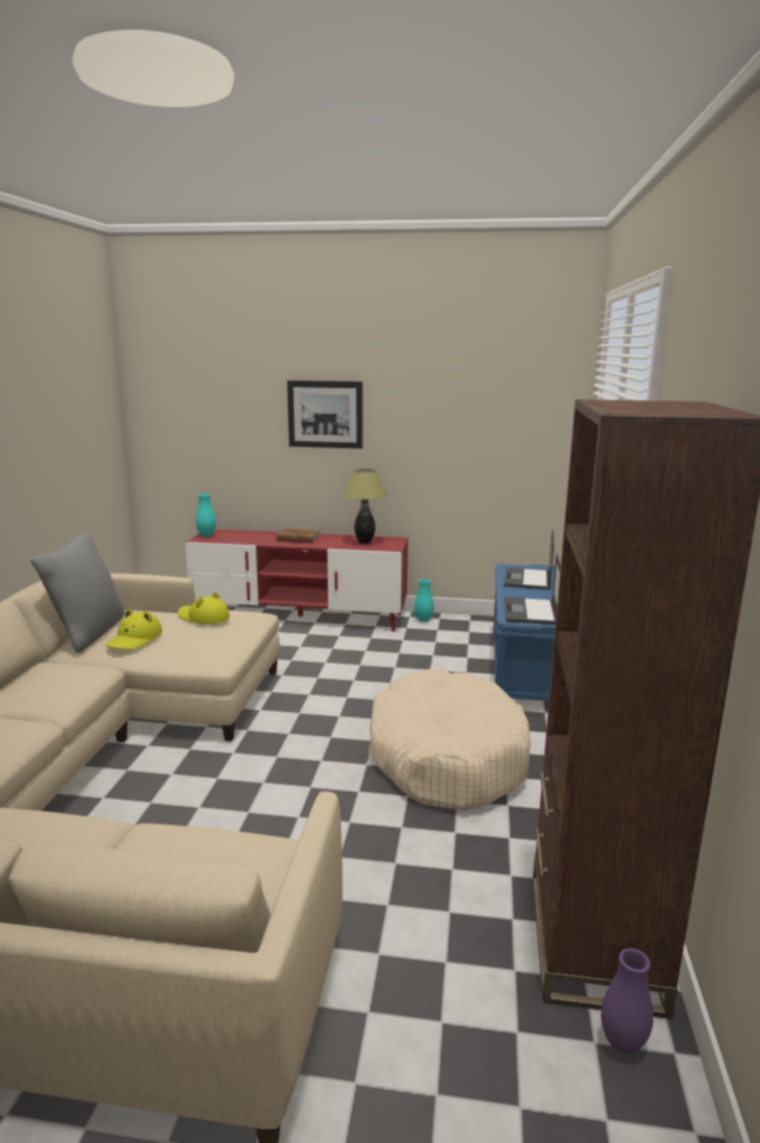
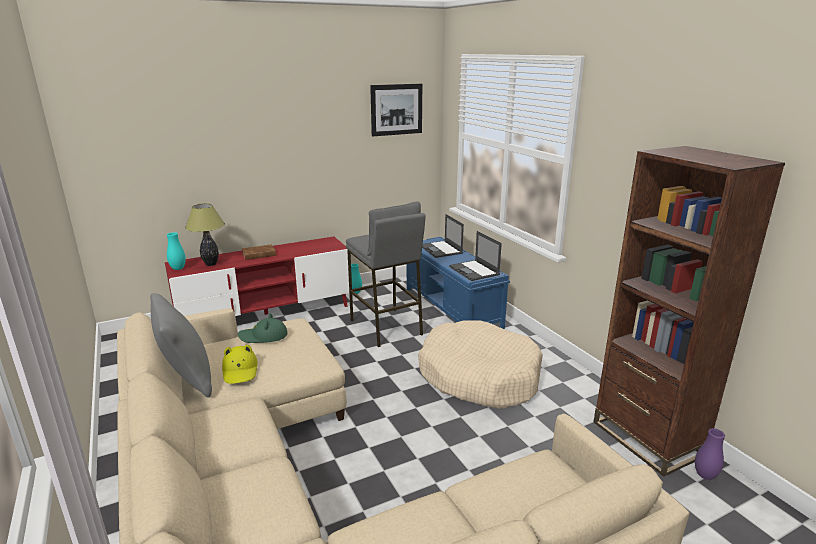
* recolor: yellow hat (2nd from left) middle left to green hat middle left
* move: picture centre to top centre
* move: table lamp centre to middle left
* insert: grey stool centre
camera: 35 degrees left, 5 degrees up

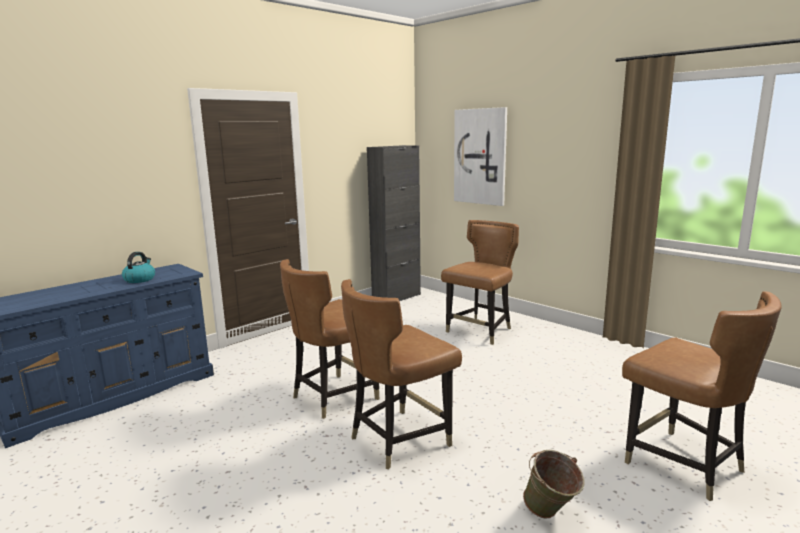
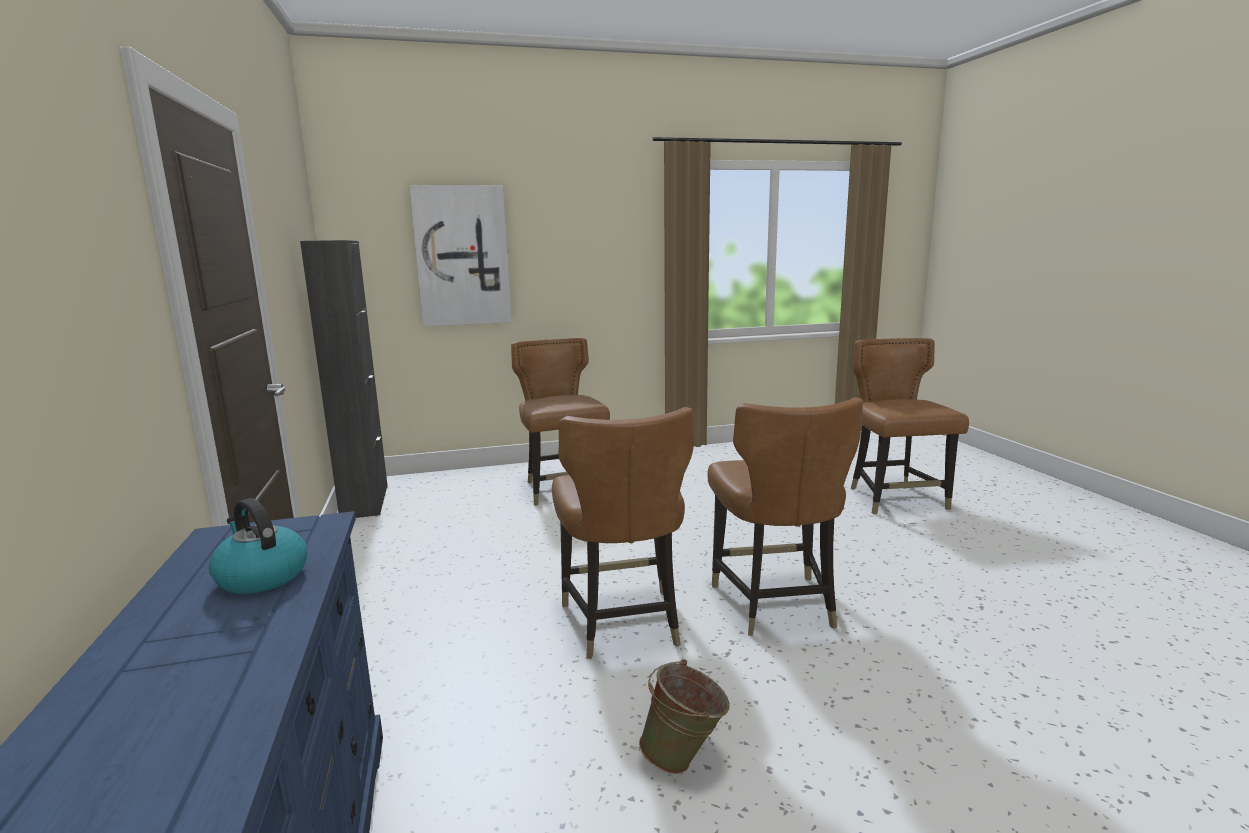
* move: green bucket bottom right to bottom centre
* rotate: brown chair (4th from left) bottom right = middle right 90 degrees counterclockwise
camera: 60 degrees left, 0 degrees up

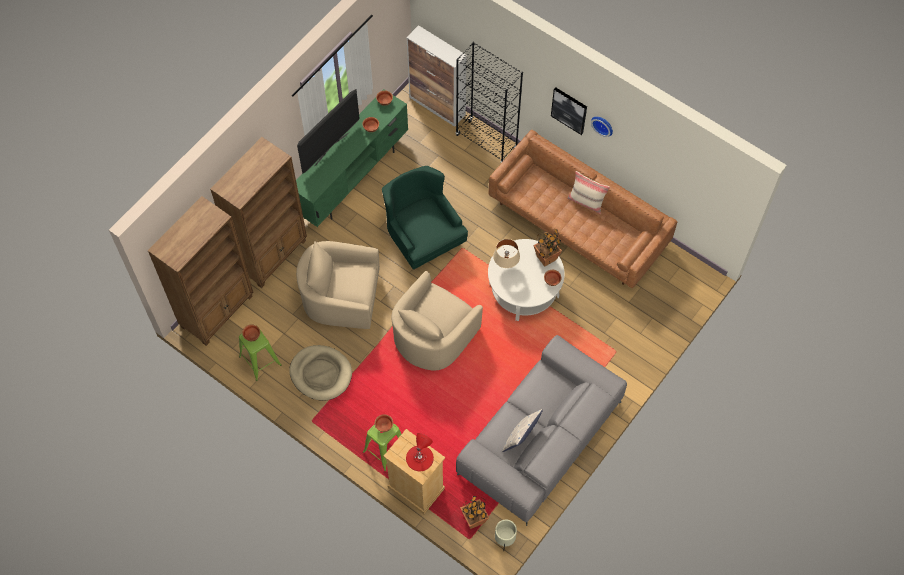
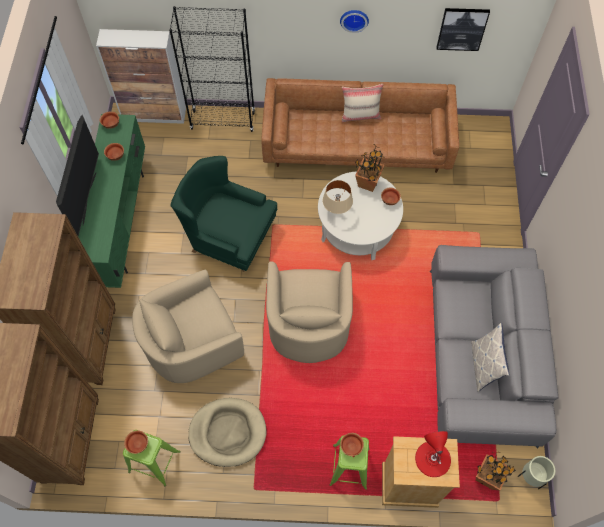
* move: picture top centre to top right
camera: 35 degrees left, 0 degrees up

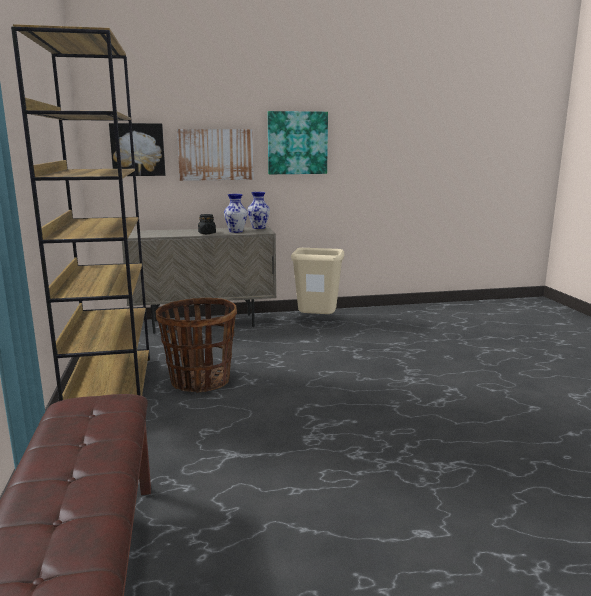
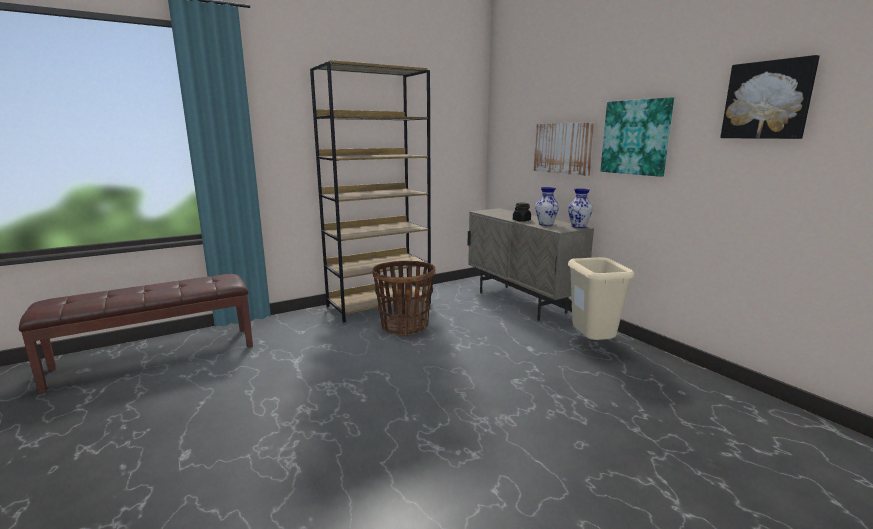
* move: picture (1st from left in the first image) top left to picture (3rd from left) top right
camera: 70 degrees right, 0 degrees up

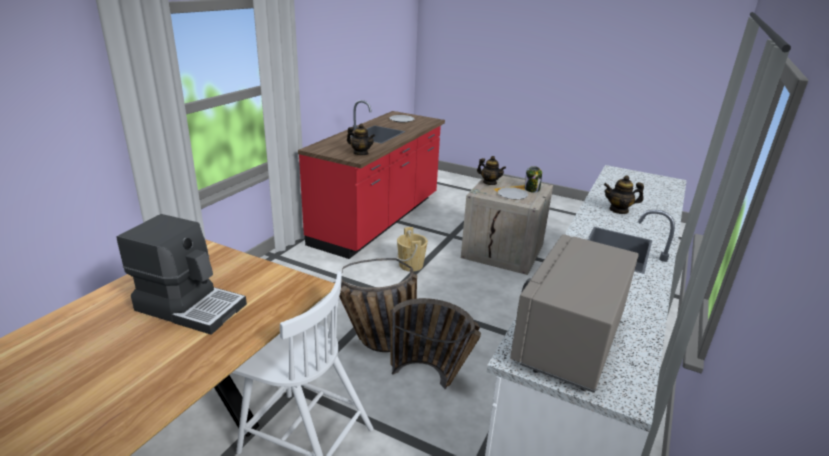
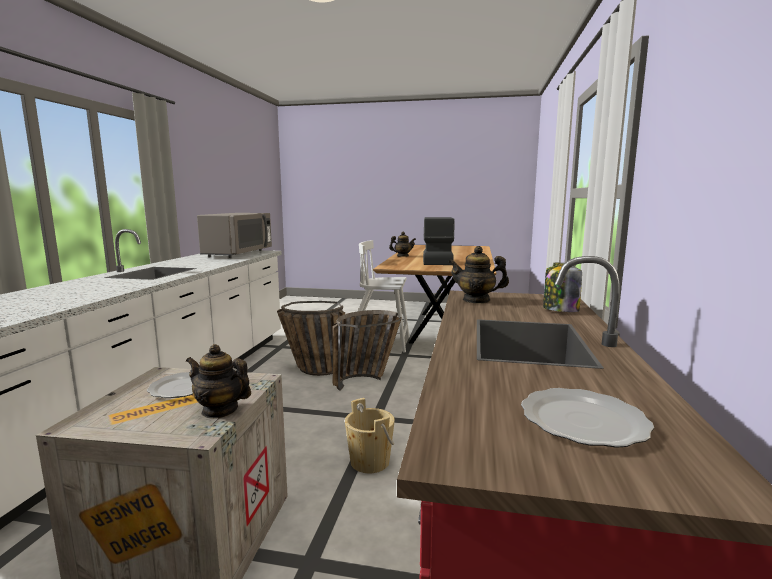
* rotate: coffee machine middle left = centre 90 degrees clockwise
* move: jar centre to middle right
* move: teapot (3rd from left in the first image) middle right to teapot (2nd from left) centre
camera: 165 degrees right, 15 degrees down

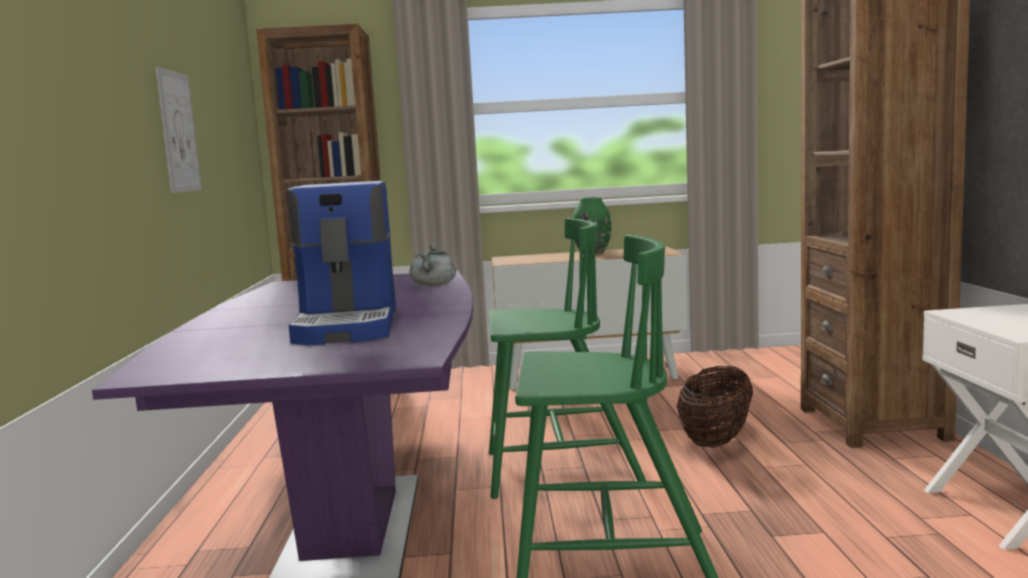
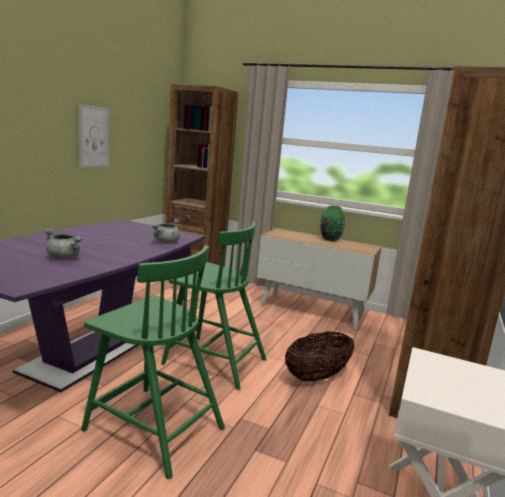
* replace: coffee machine middle left to grey cooking pot (1st from left) middle left
camera: 25 degrees right, 5 degrees up

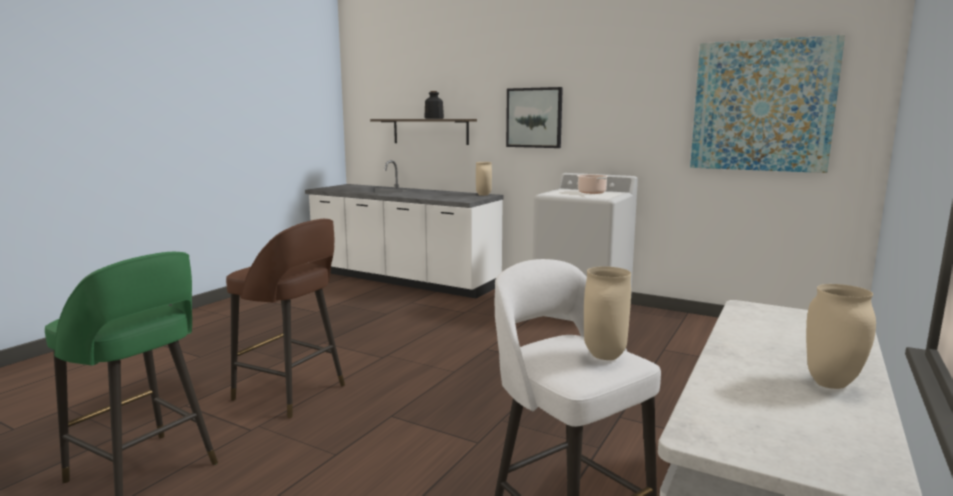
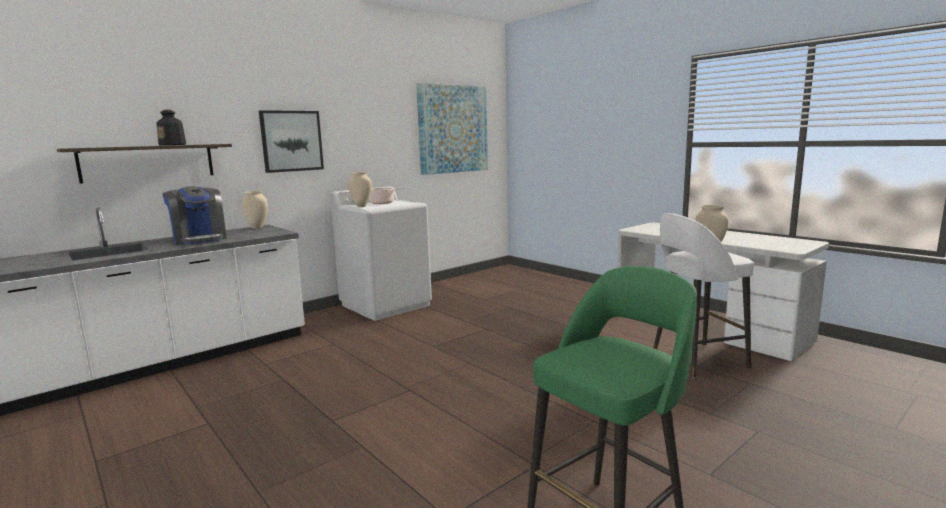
* delete: brown stool middle left
* move: beige vase (3rd from left in the first image) bottom right to beige vase (2nd from left) centre
* insert: coffee machine middle left
camera: 70 degrees left, 0 degrees up

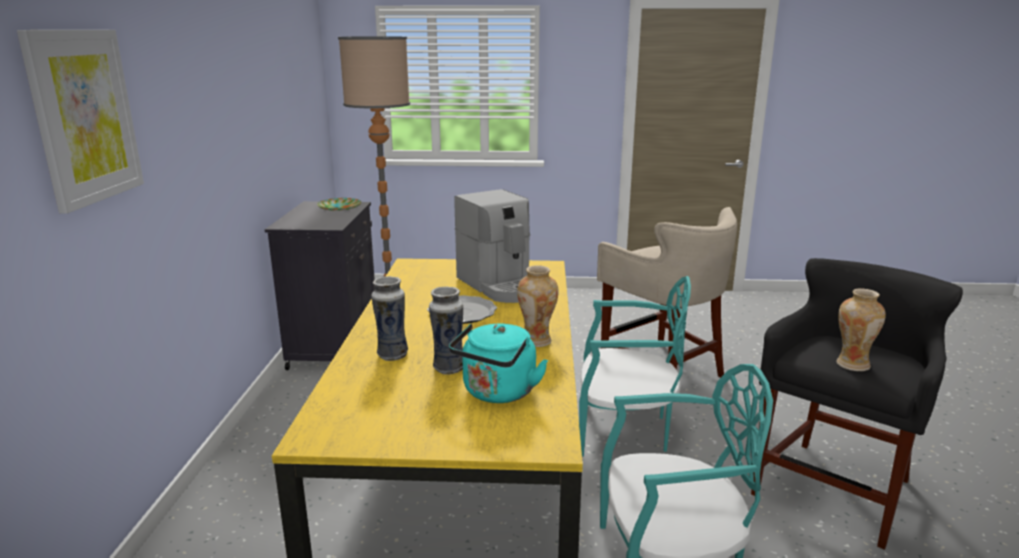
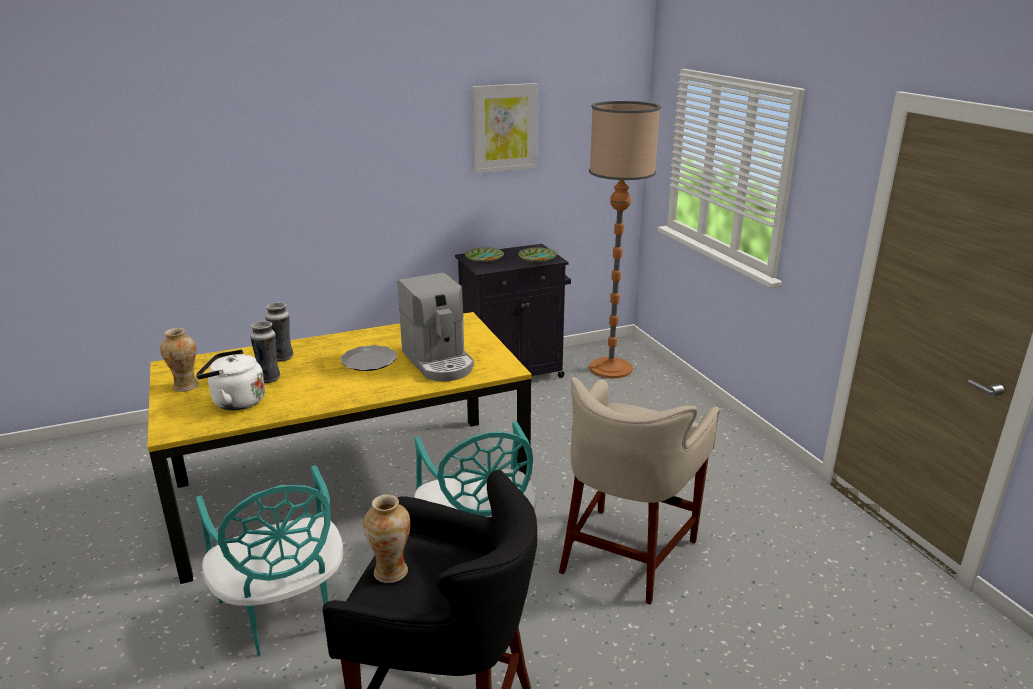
* move: picture top left to top centre
* recolor: turquoise kettle centre to white kettle middle left
* rotate: coffee machine centre = centre 60 degrees counterclockwise
* move: vase (3rd from left in the first image) centre to vase (1st from left) middle left
* insert: plate (2nd from left) centre
camera: 65 degrees right, 5 degrees up

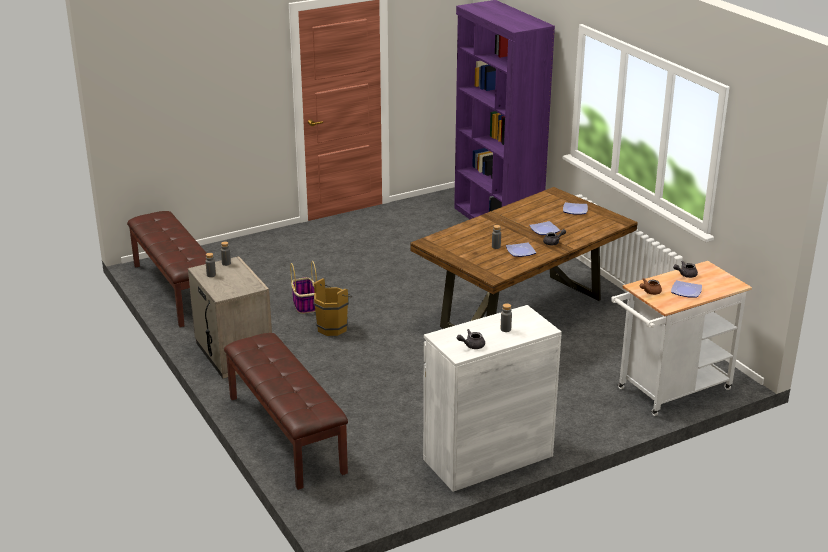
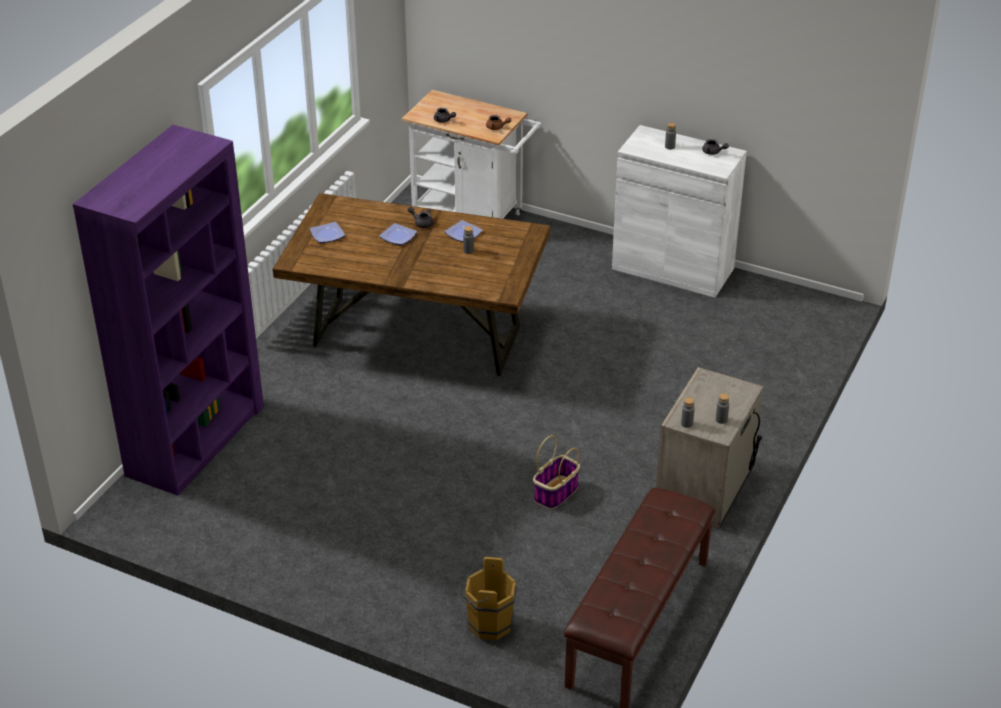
* delete: brown bench (2nd from left) bottom centre
* move: brown bucket centre to bottom centre
* delete: plate (4th from left) middle right
camera: 125 degrees left, 10 degrees up

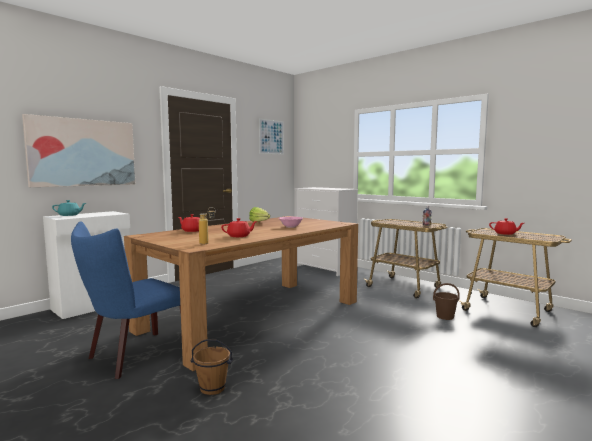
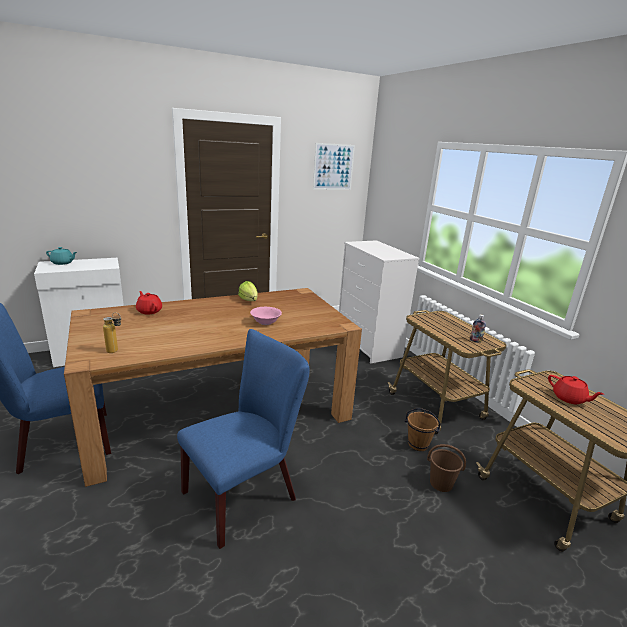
* delete: picture (1st from left) middle left
* move: brown bucket (1st from left) bottom centre to bottom right
* delete: red teapot (2nd from left) centre
* insert: blue chair (2nd from left) bottom centre
camera: 20 degrees right, 15 degrees up

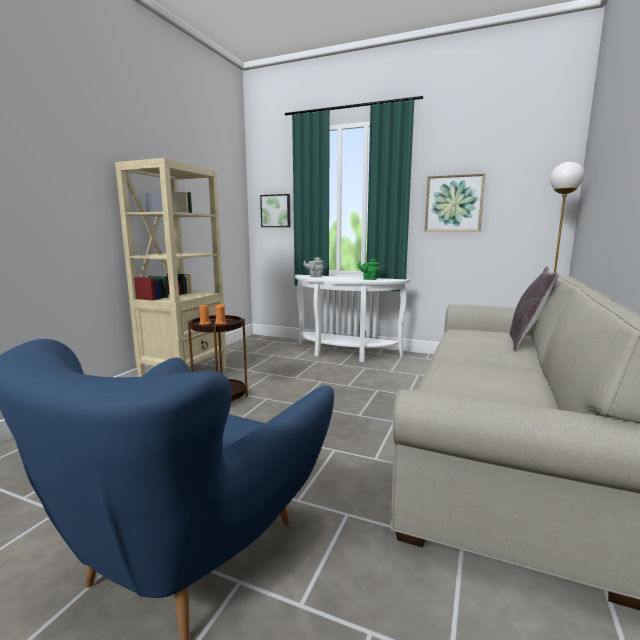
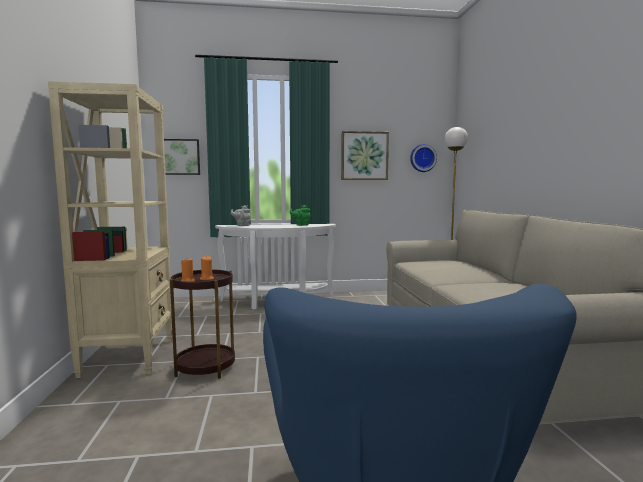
* delete: grey pillow middle right
* insert: wall clock top centre
camera: 30 degrees left, 5 degrees down

